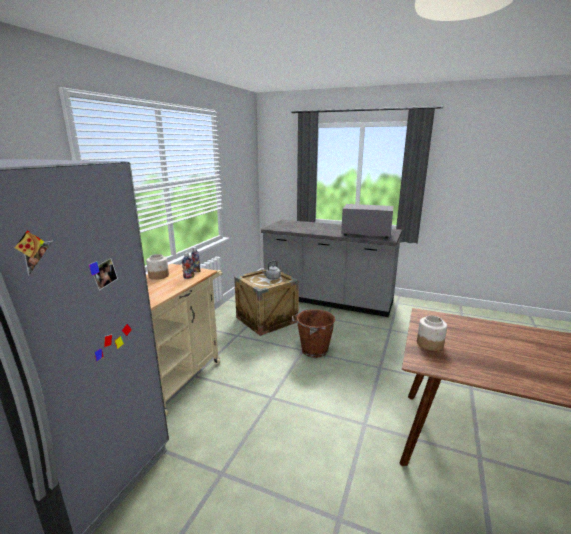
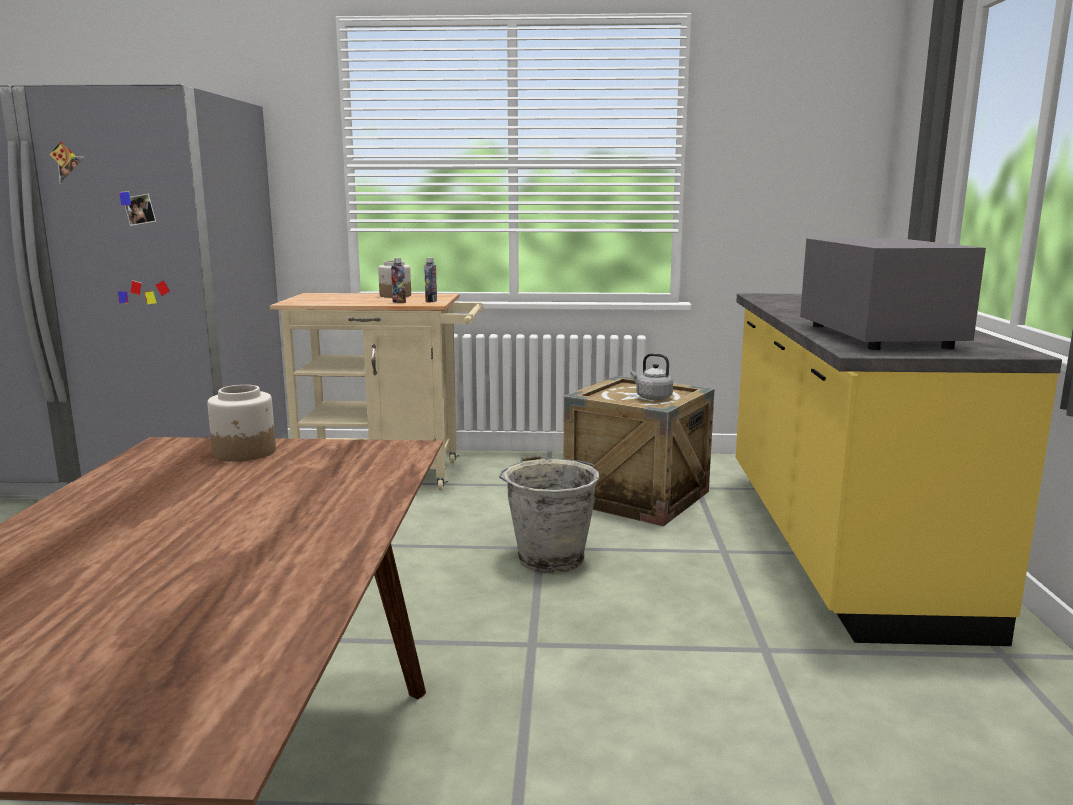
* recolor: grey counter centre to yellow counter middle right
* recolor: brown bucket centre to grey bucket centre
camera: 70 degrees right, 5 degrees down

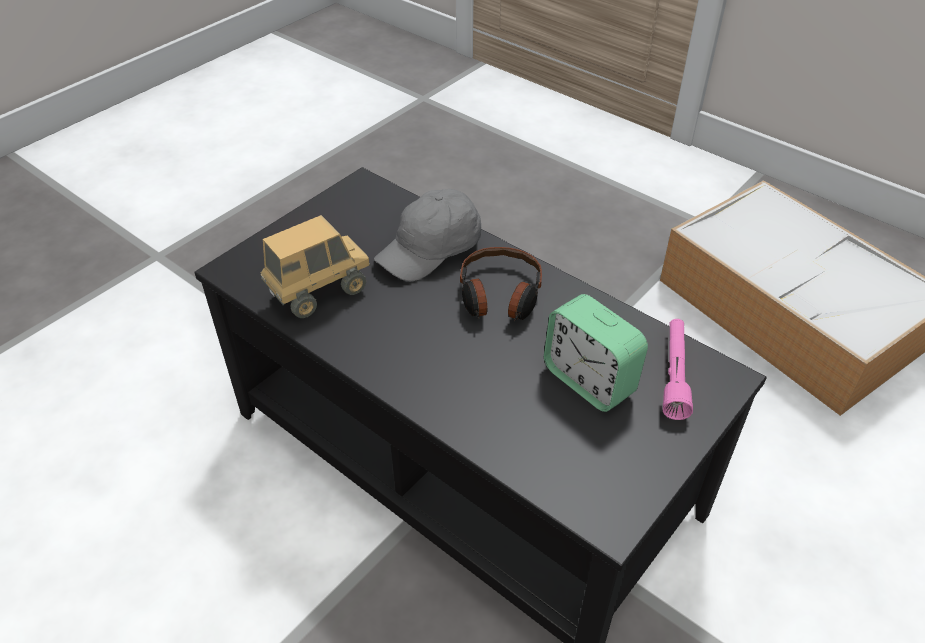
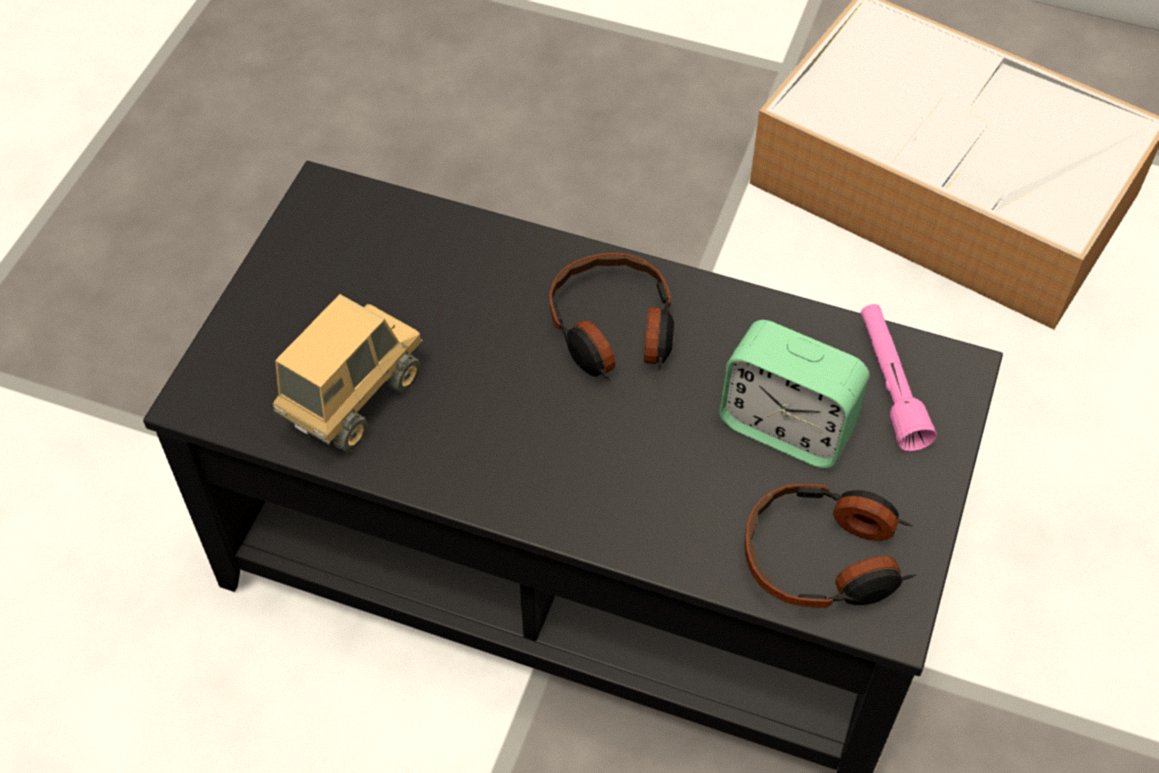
* delete: grey cap centre
* insert: headphones (2nd from left) bottom right
camera: 20 degrees left, 10 degrees up

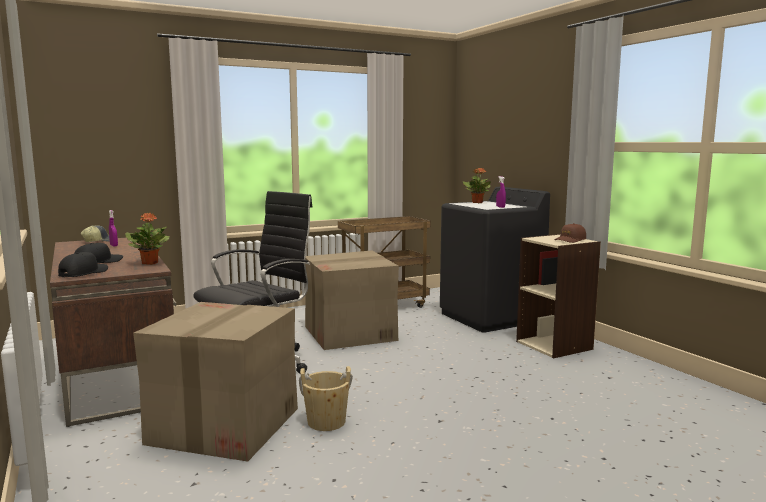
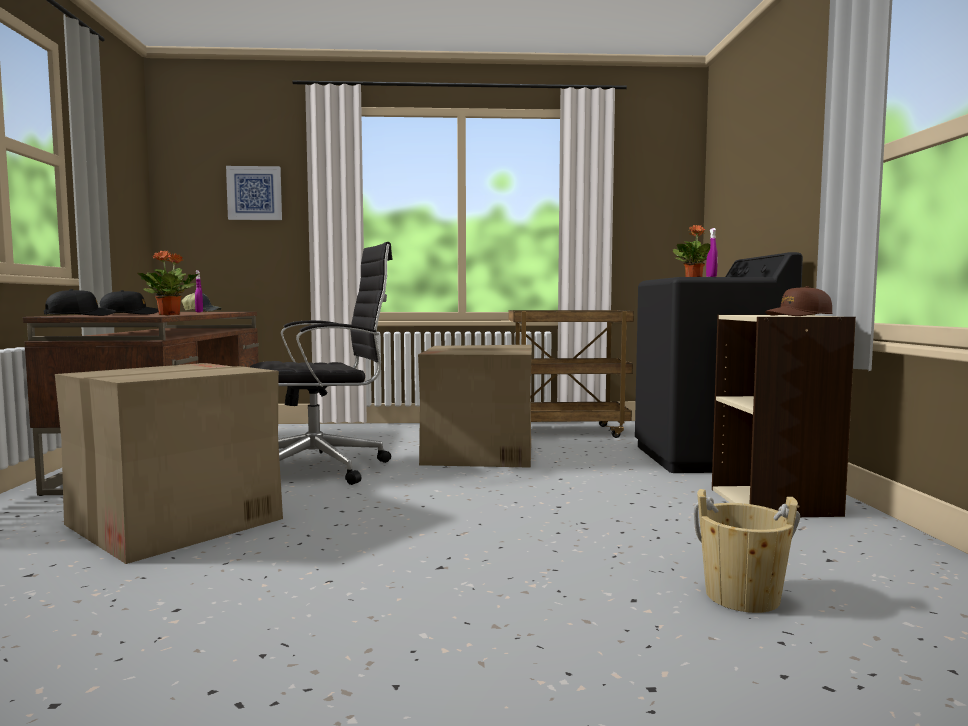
* move: beige bucket bottom centre to bottom right
* insert: picture top left
camera: 25 degrees right, 5 degrees down

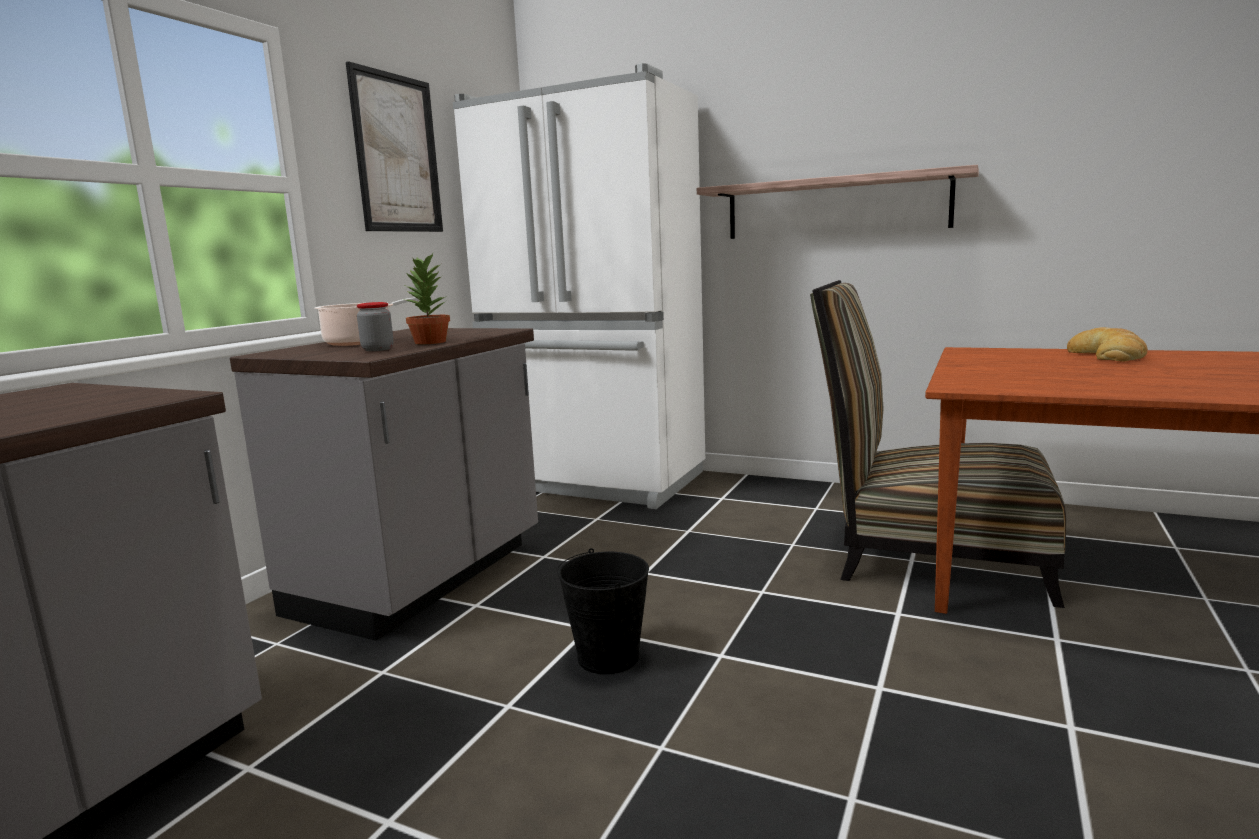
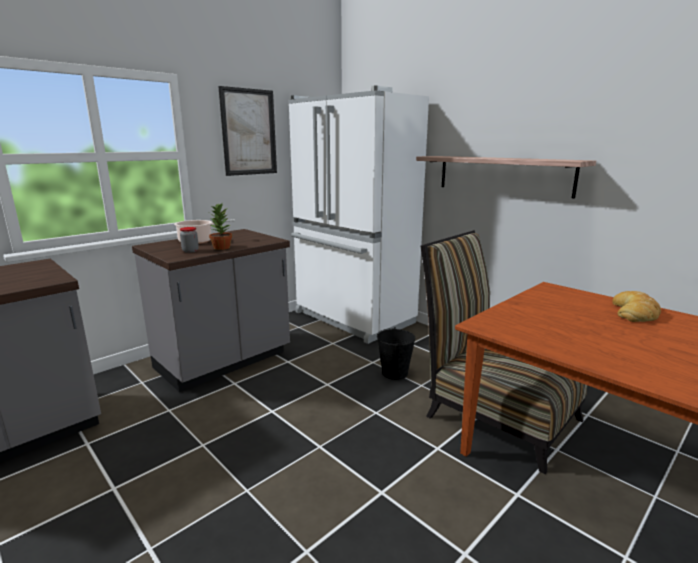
* move: black bucket bottom centre to centre
camera: 20 degrees right, 5 degrees up

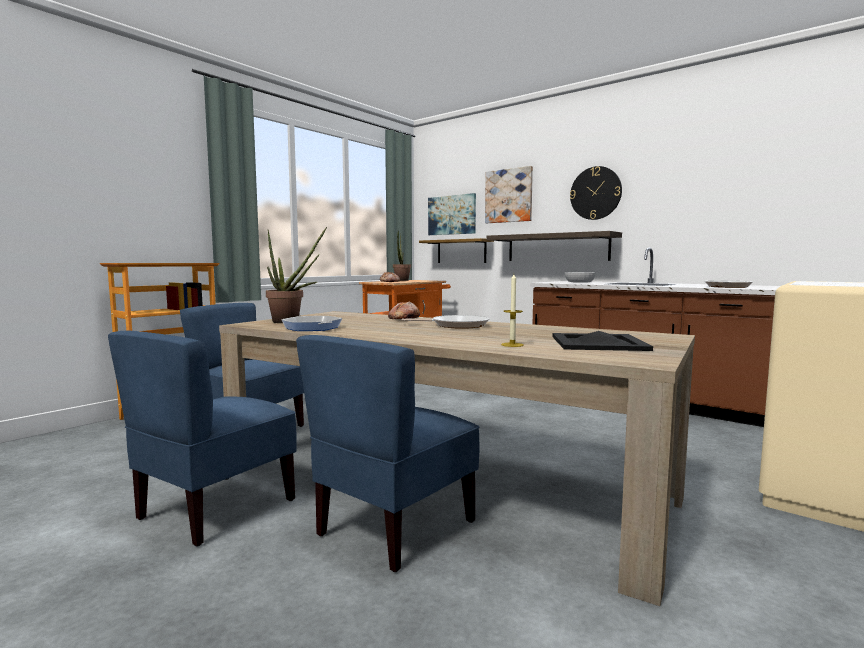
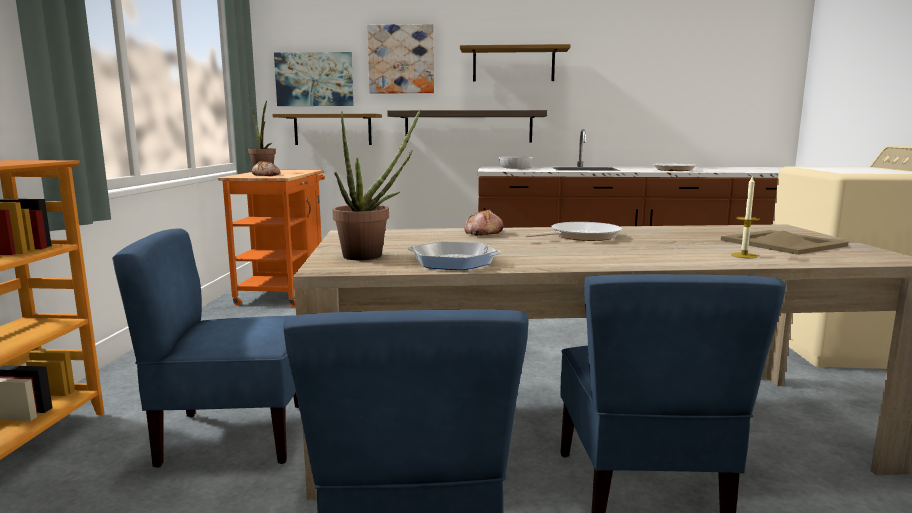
* recolor: black tray middle right to beige tray middle right
* replace: wall clock top right to shelf (3rd from left) top centre
camera: 35 degrees left, 5 degrees up

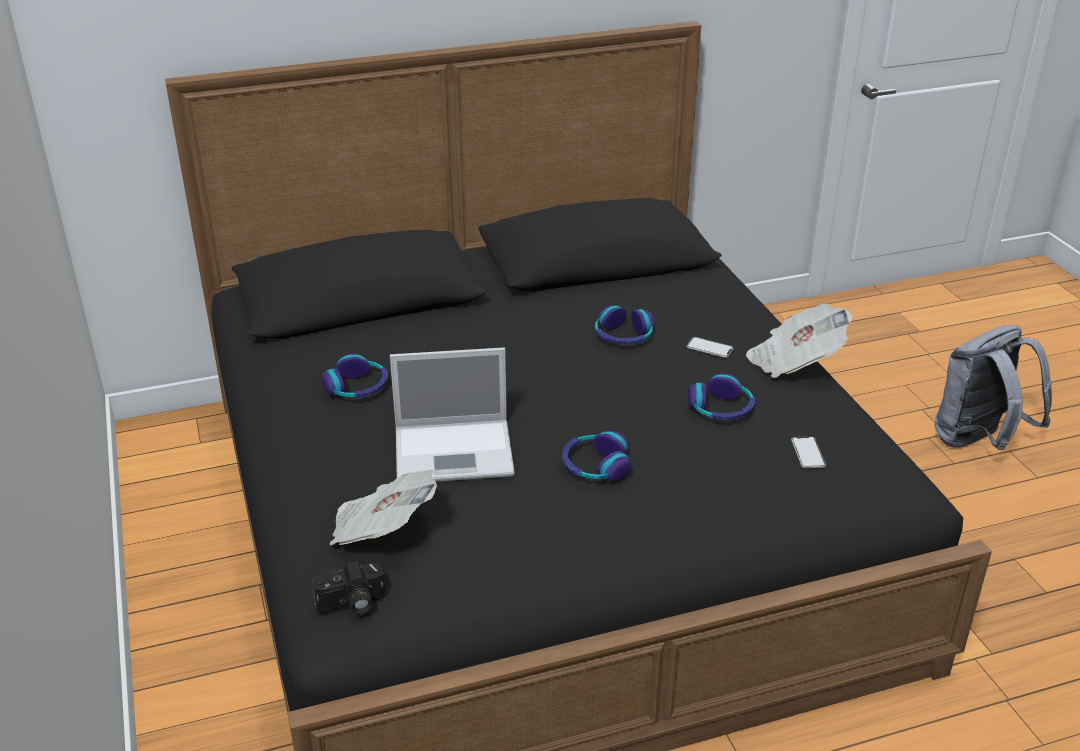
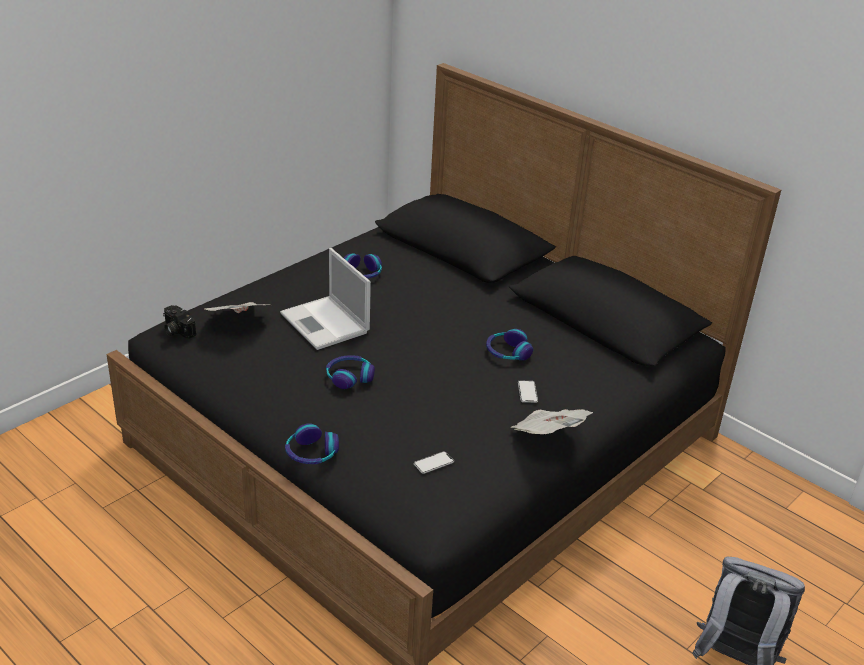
* move: headphones (4th from left in the first image) middle right to headphones (1st from left) centre
camera: 60 degrees right, 0 degrees up

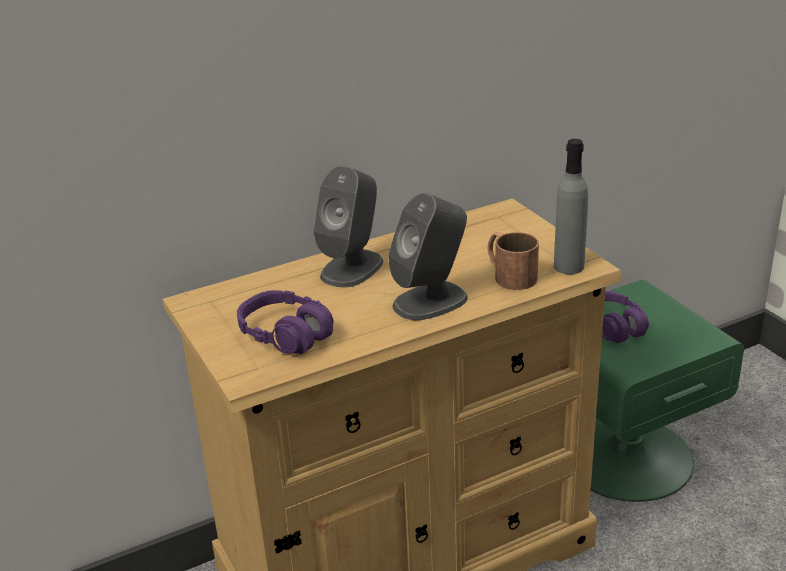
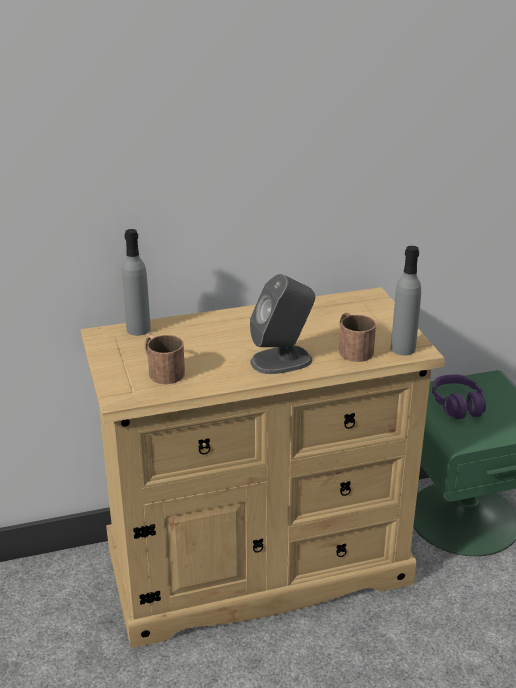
* replace: purple headphones (1st from left) centre to brown mug (1st from left) middle left
* delete: grey speaker (1st from left) centre
* insert: grey bottle (1st from left) middle left
camera: 10 degrees right, 0 degrees up

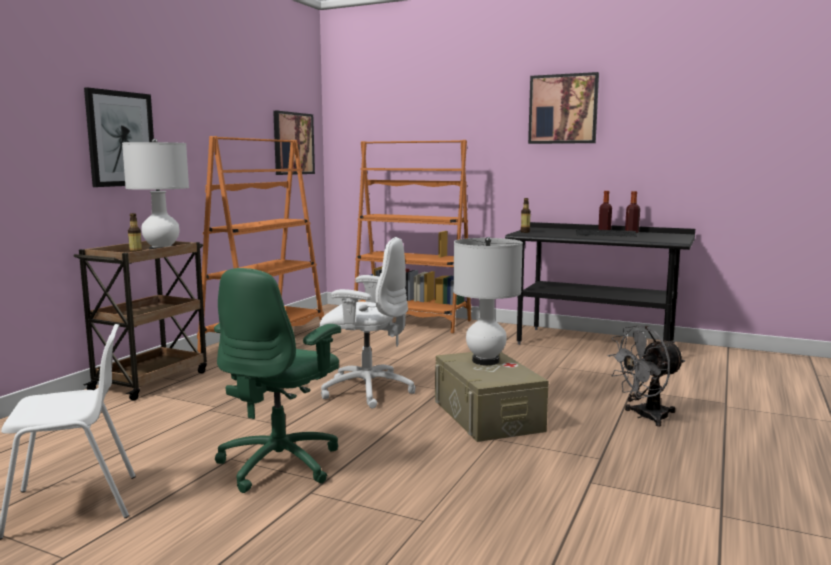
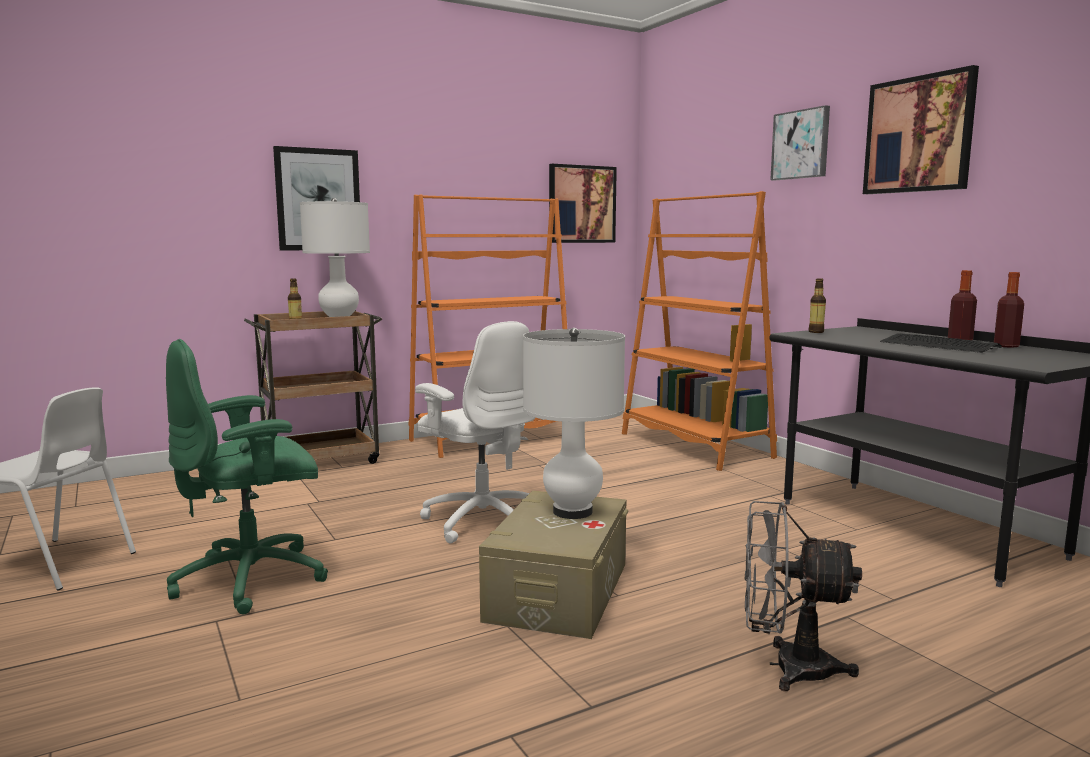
* insert: picture (3rd from left) top right
camera: 35 degrees right, 0 degrees up

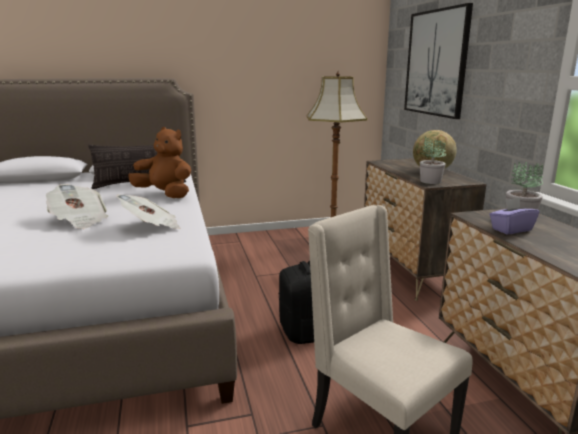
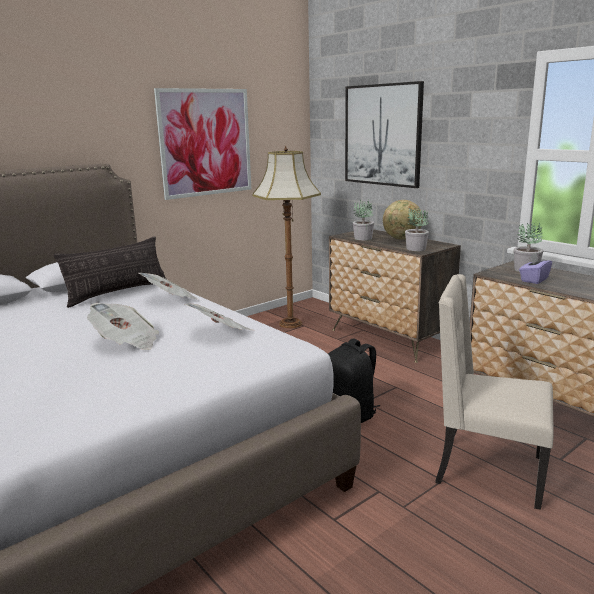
* replace: brown plush toy middle left to newspaper (2nd from left) middle left
* insert: picture (1st from left) top centre
* insert: potted plant (1st from left) centre
camera: 25 degrees left, 0 degrees up

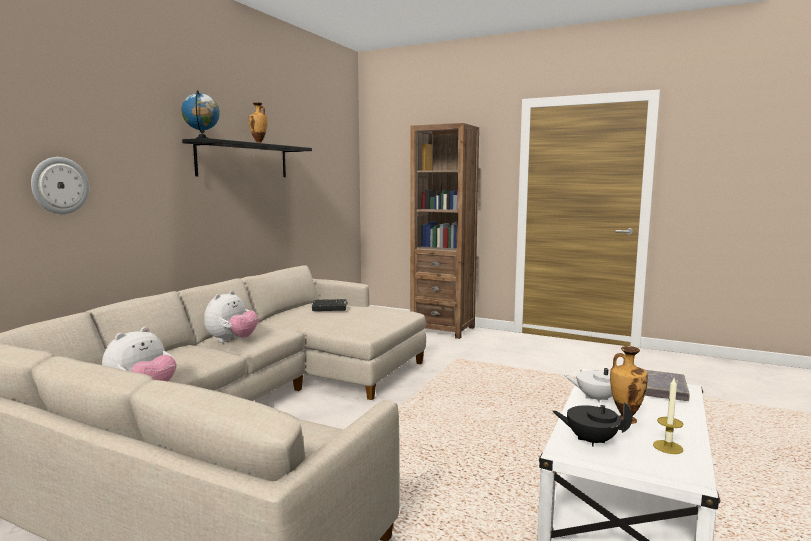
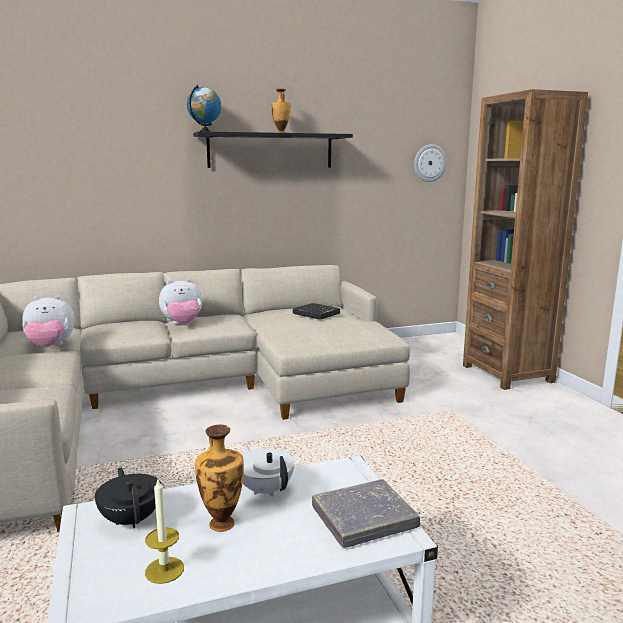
* move: wall clock middle left to top right
camera: 45 degrees right, 5 degrees up

